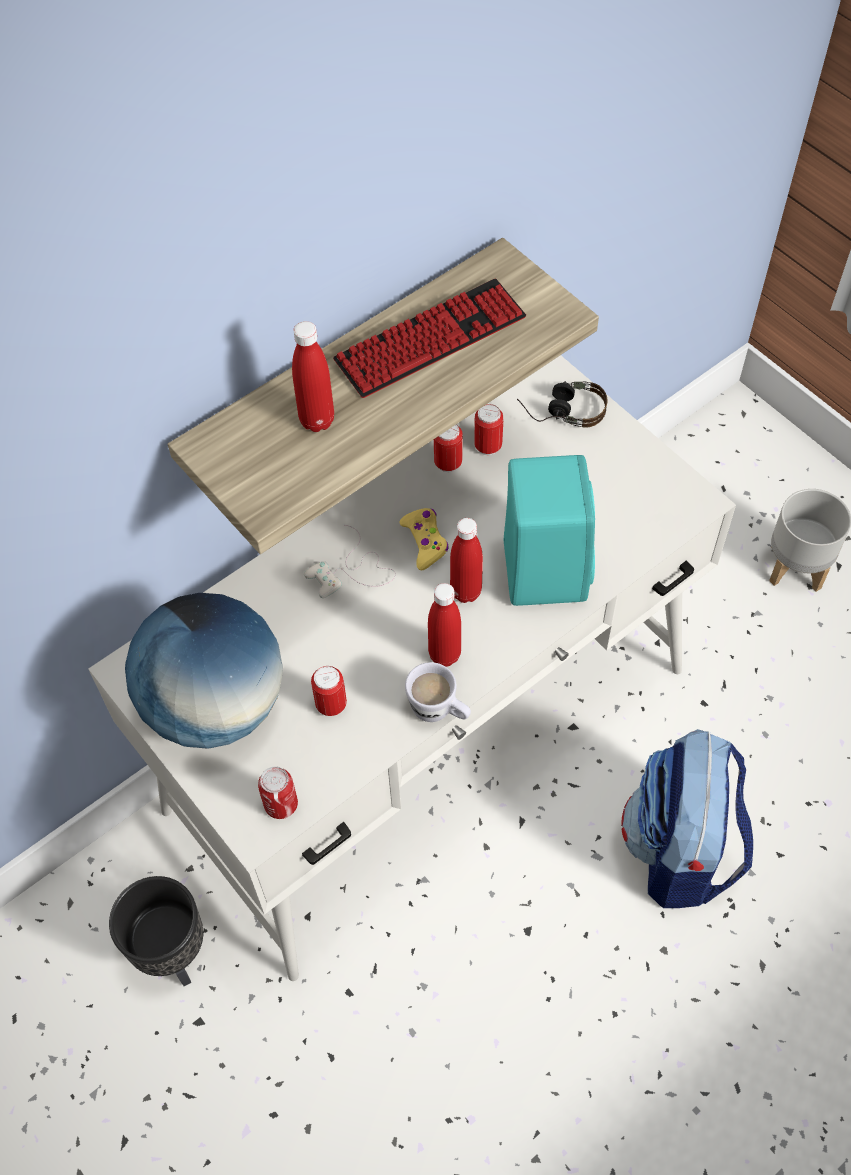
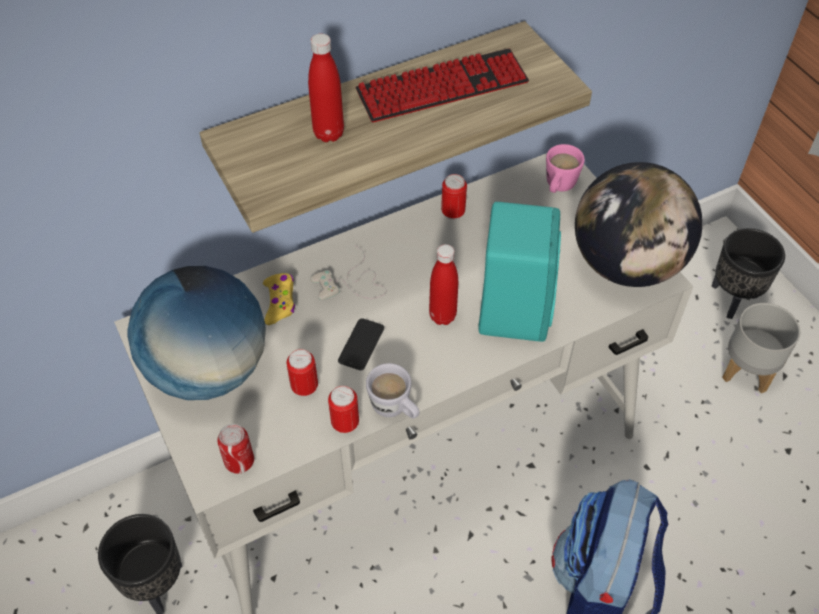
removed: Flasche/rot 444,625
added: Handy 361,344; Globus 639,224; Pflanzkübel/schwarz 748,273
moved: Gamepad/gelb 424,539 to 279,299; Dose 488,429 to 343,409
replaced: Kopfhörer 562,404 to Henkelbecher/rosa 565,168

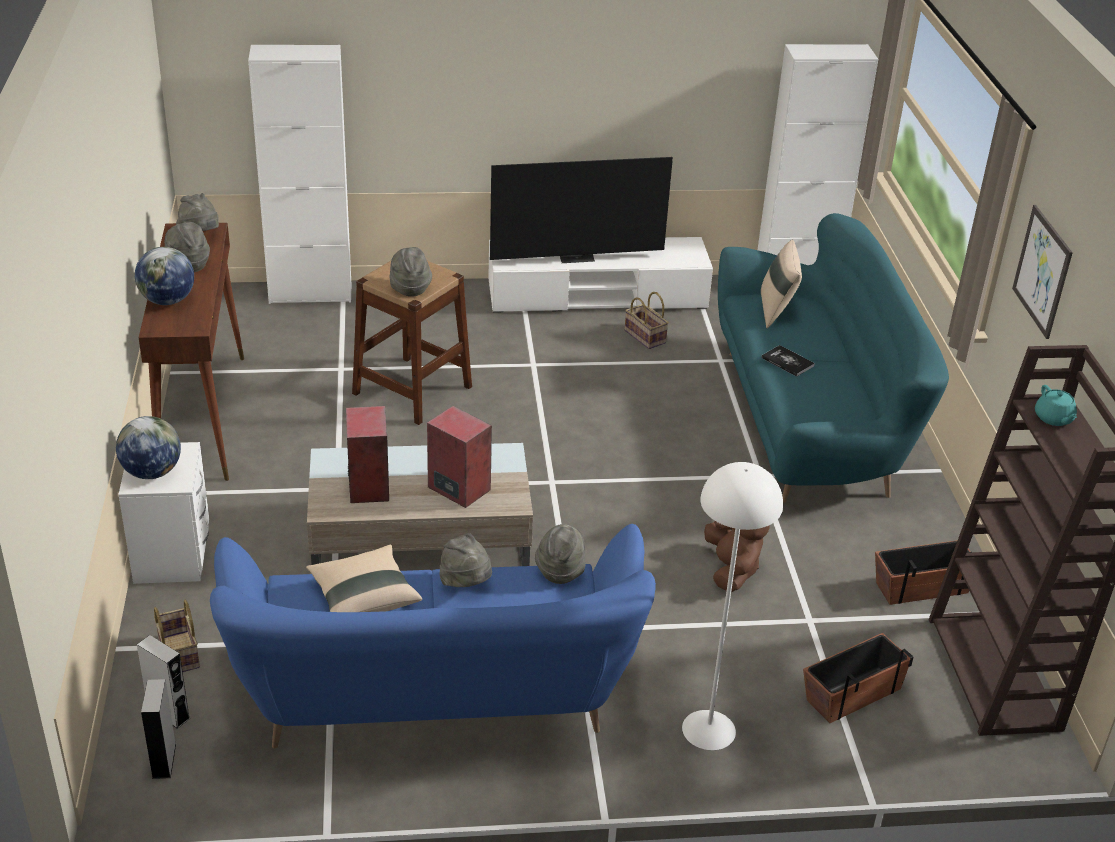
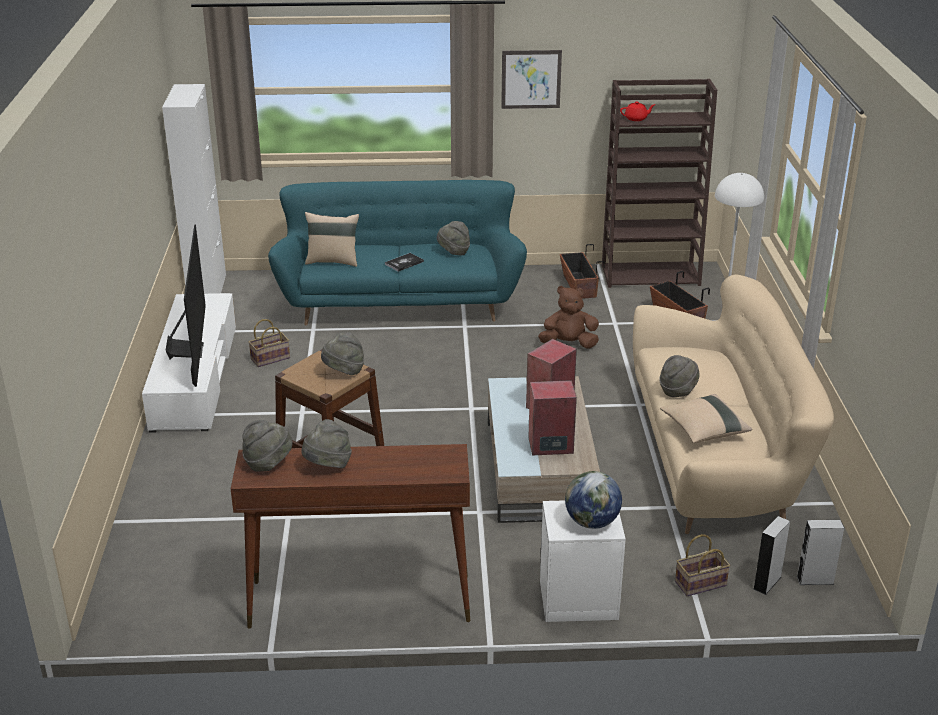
removed: Globus 164,276; Schrank/weiß 299,174
moved: Hut/grau 560,554 to 453,238
recoloured: Sofa/blau 433,636 to Sofa/beige 733,404; Teekanne/türkis 1056,405 to Teekanne/rot 637,111

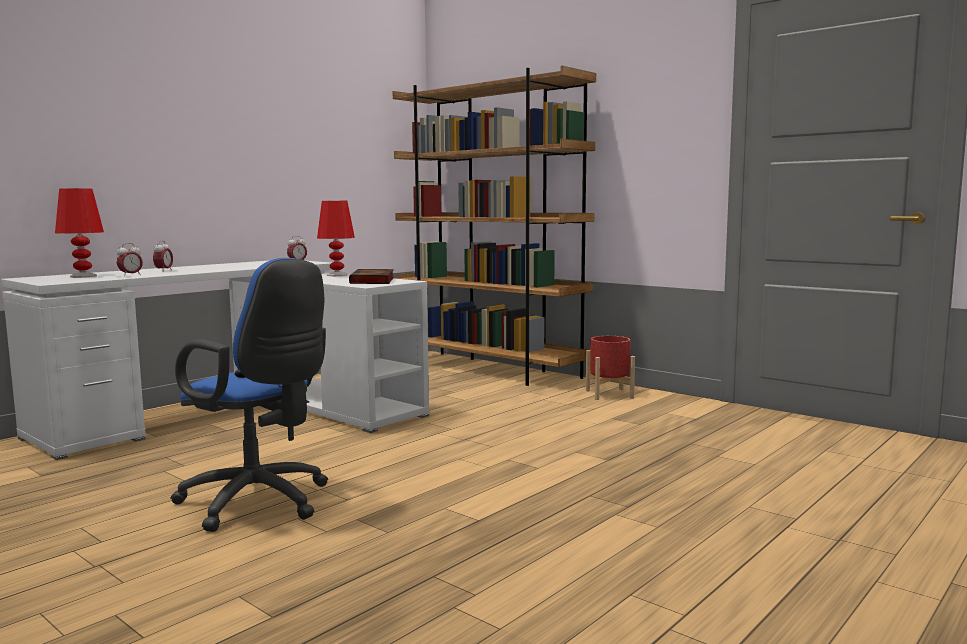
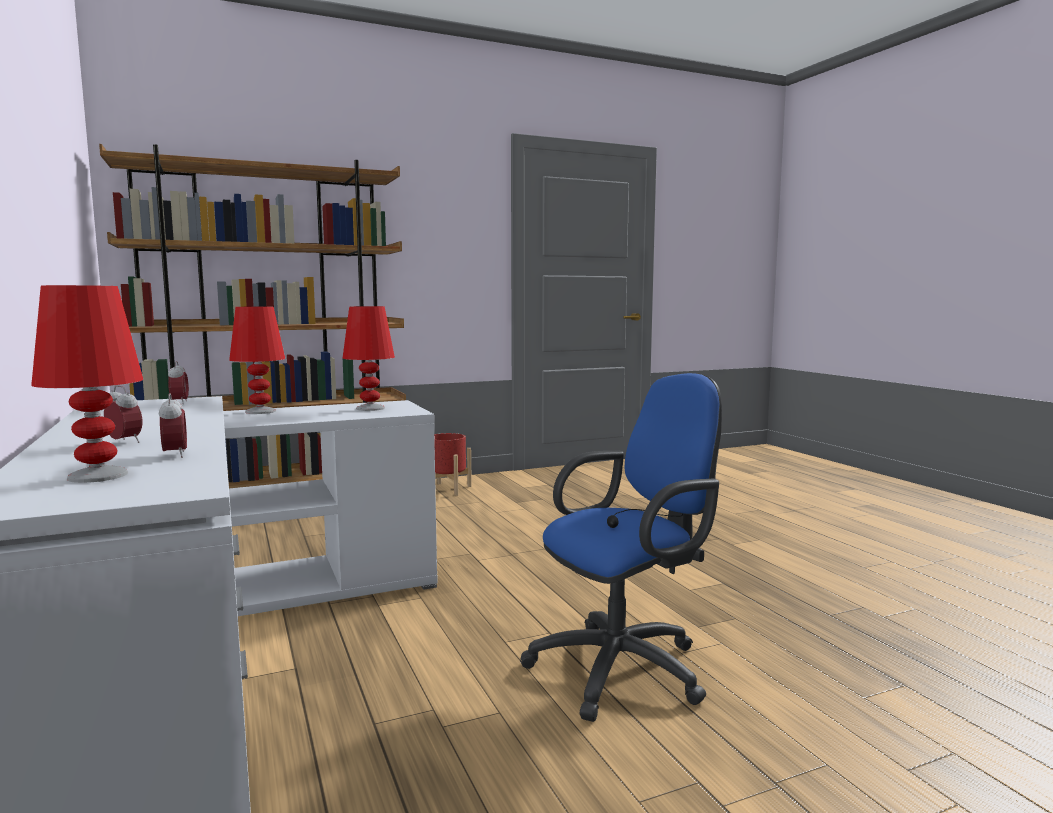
replaced: Buch 371,276 to Tischlampe/rot 368,358

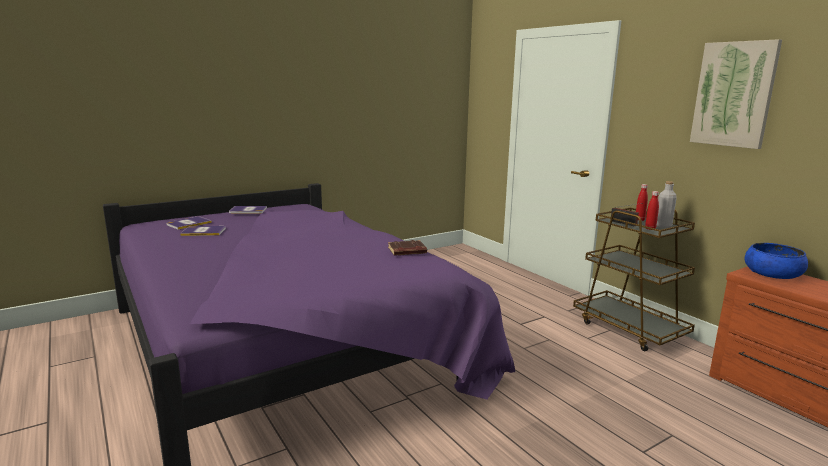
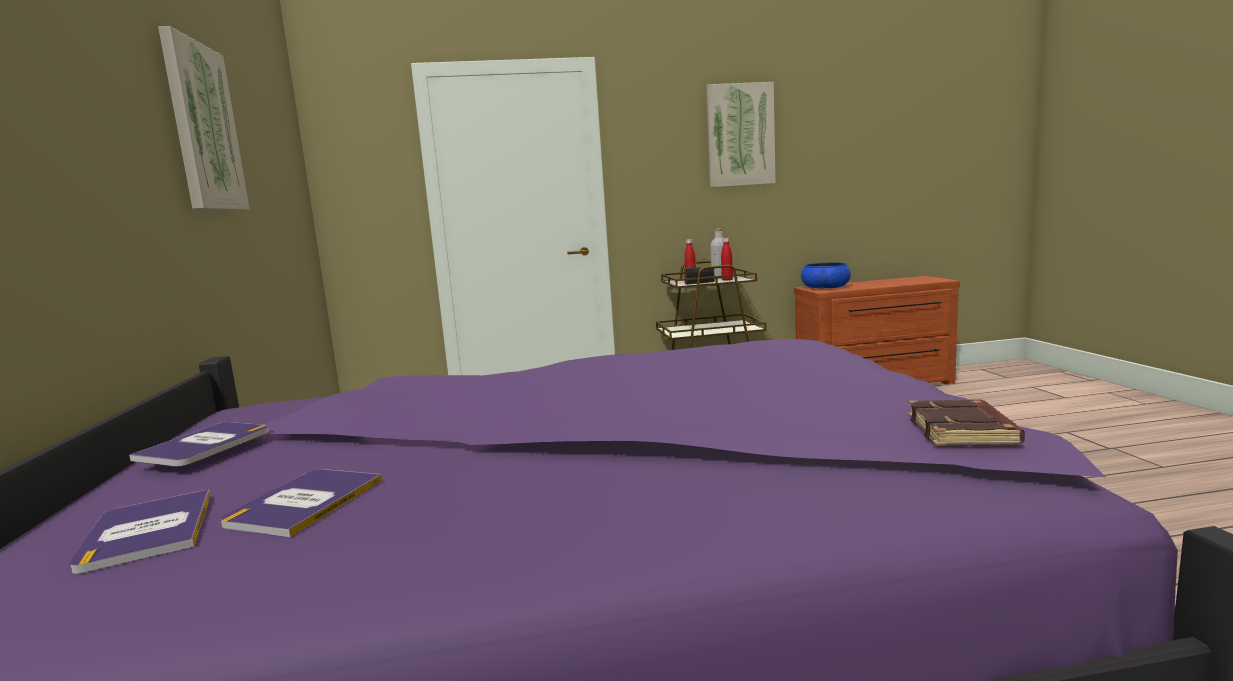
added: Bild 204,118
moved: Buch/braun 407,248 to 966,422

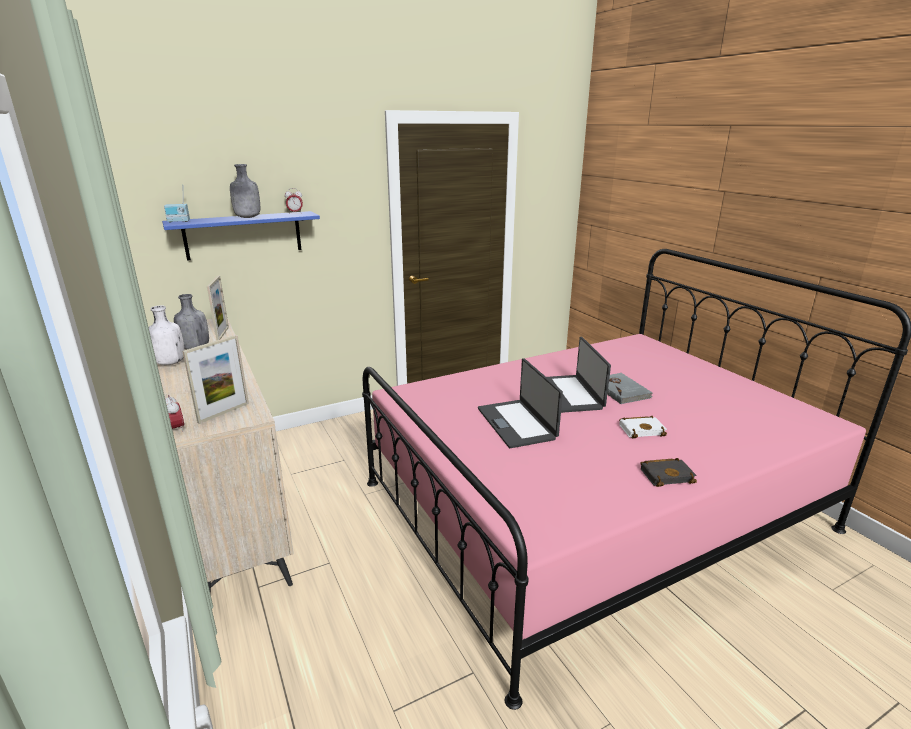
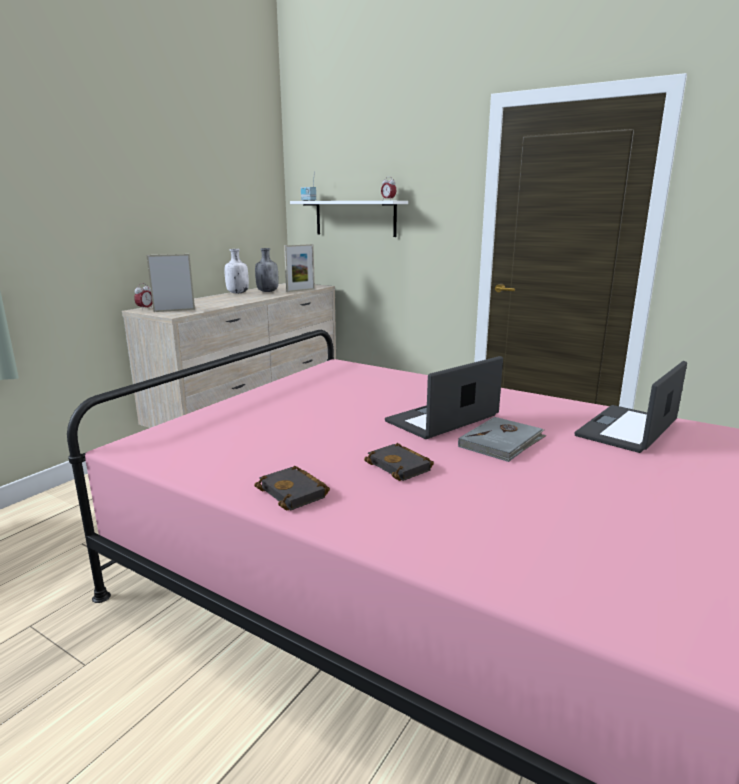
removed: Flasche/grau 245,191
moved: Laptop 520,403 to 631,407
recoloured: Wandregal/blau 241,236 to Wandregal/weiß 349,219; Buch/weiß 643,427 to Buch/schwarz 399,462
turned: Bilderrahmen 215,379 = 170,283 150 degrees clockwise

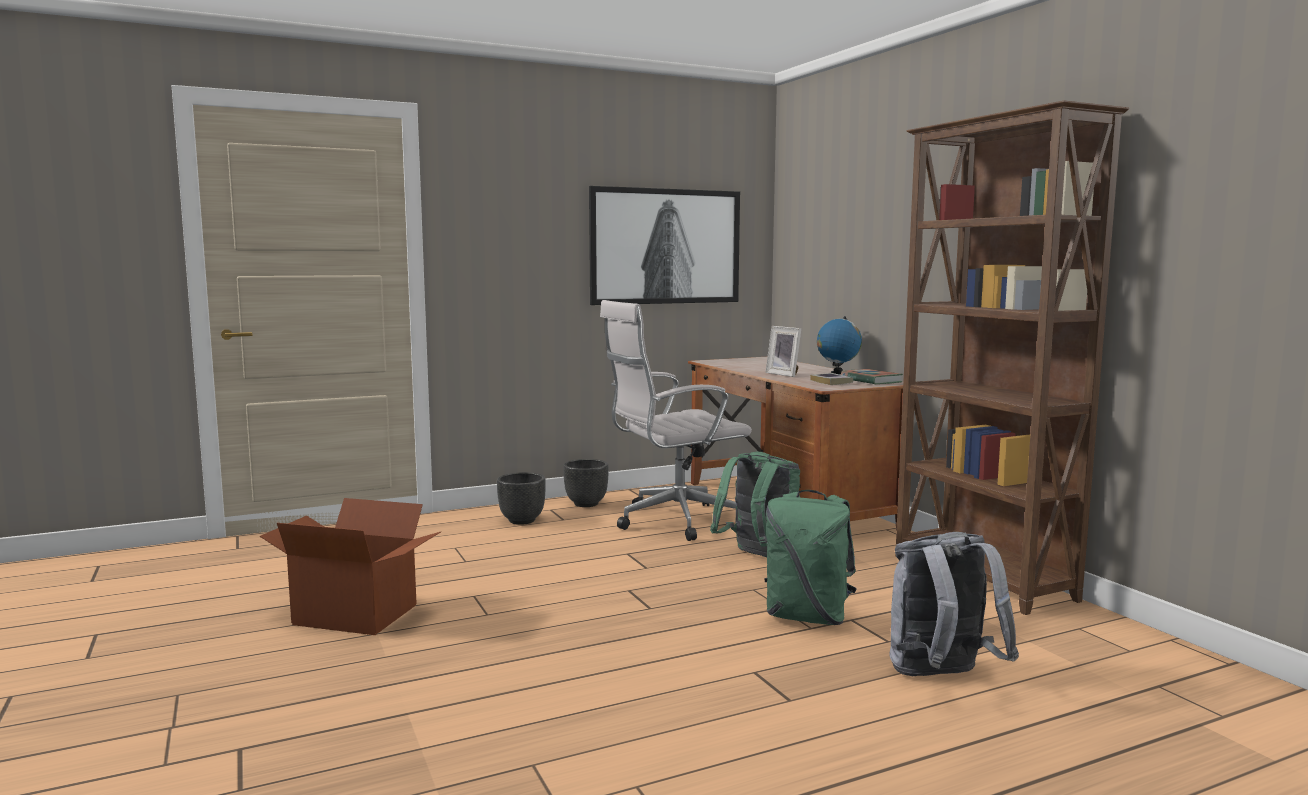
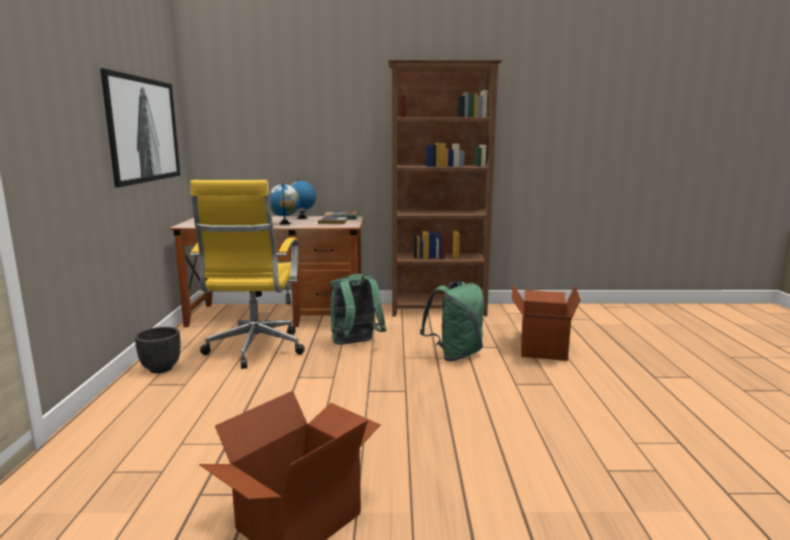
removed: Pflanzkübel/schwarz 521,498
replaced: Bilderrahmen 783,351 to Globus 284,203; Rucksack/grau 954,604 to Karton 546,322
recoloured: Bürostuhl/weiß 676,420 to Bürostuhl/gelb 247,274

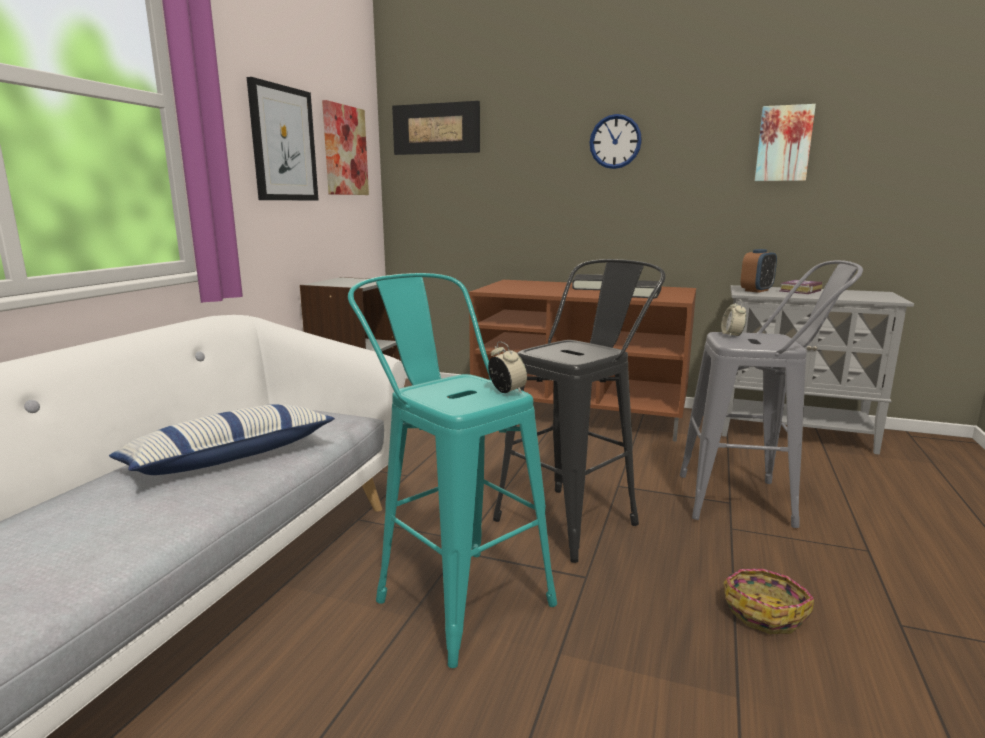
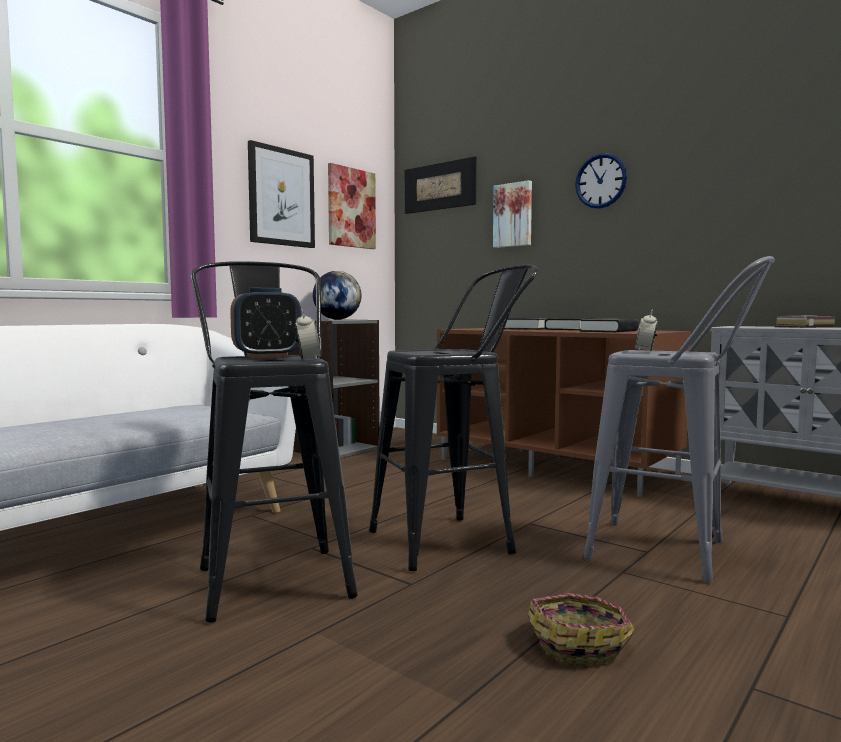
removed: Kissen 222,439
added: Globus 337,295; Buch/schwarz 526,324
moved: Wecker 759,271 to 265,323; Bild 785,142 to 512,214
recoloured: Hocker/türkis 452,470 to Hocker/schwarz 274,441

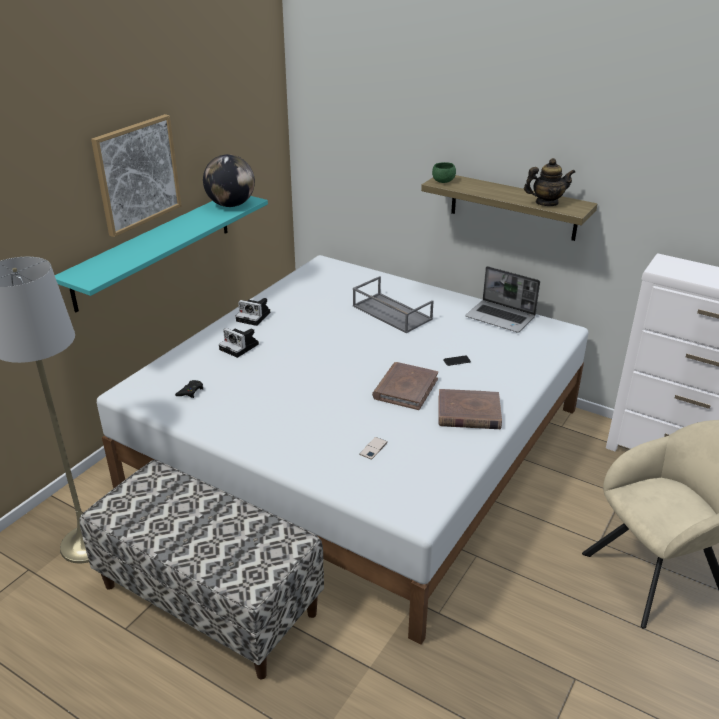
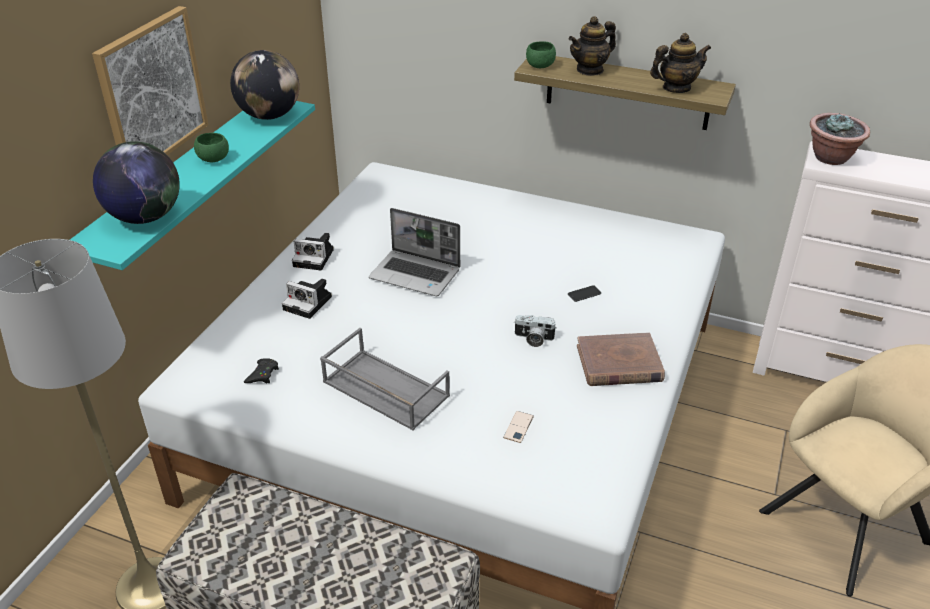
added: Globus 136,182; Schüssel/grün 211,147; Teekanne 592,46; Topfpflanze 840,139
moved: Tablett/grau 393,304 to 385,379; Laptop 502,299 to 414,252
replaced: Buch/braun 405,386 to Kamera 535,331

